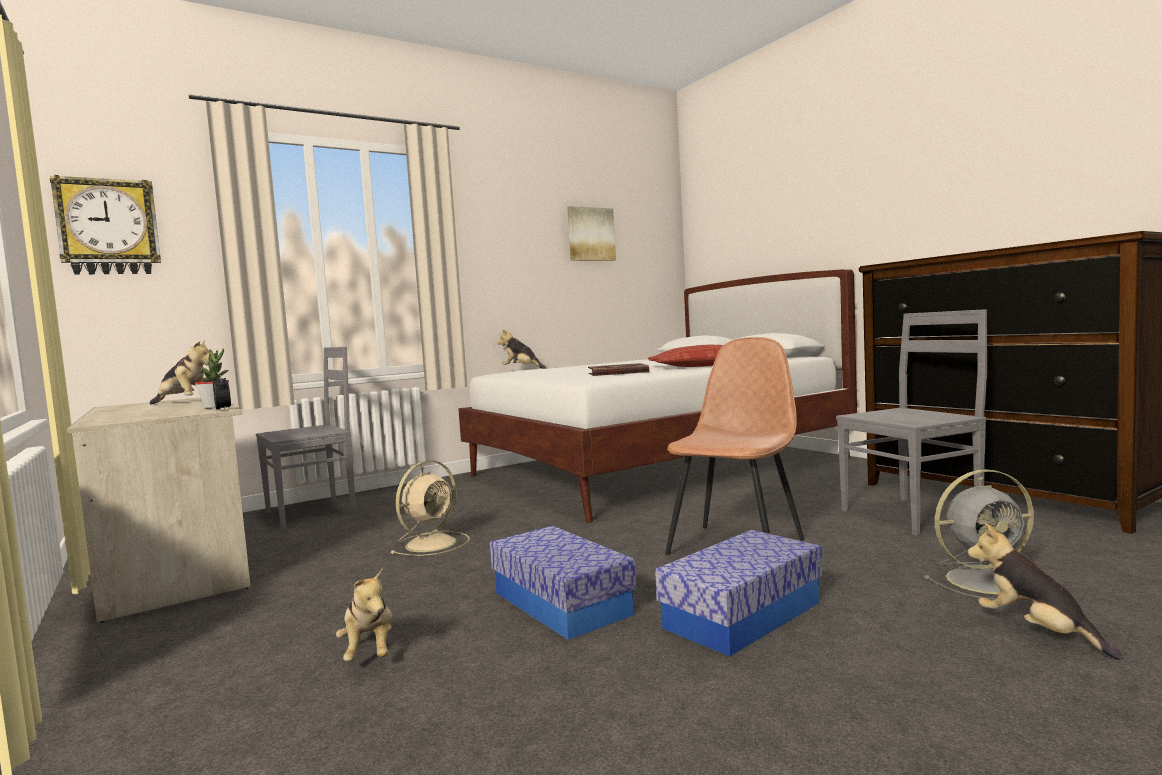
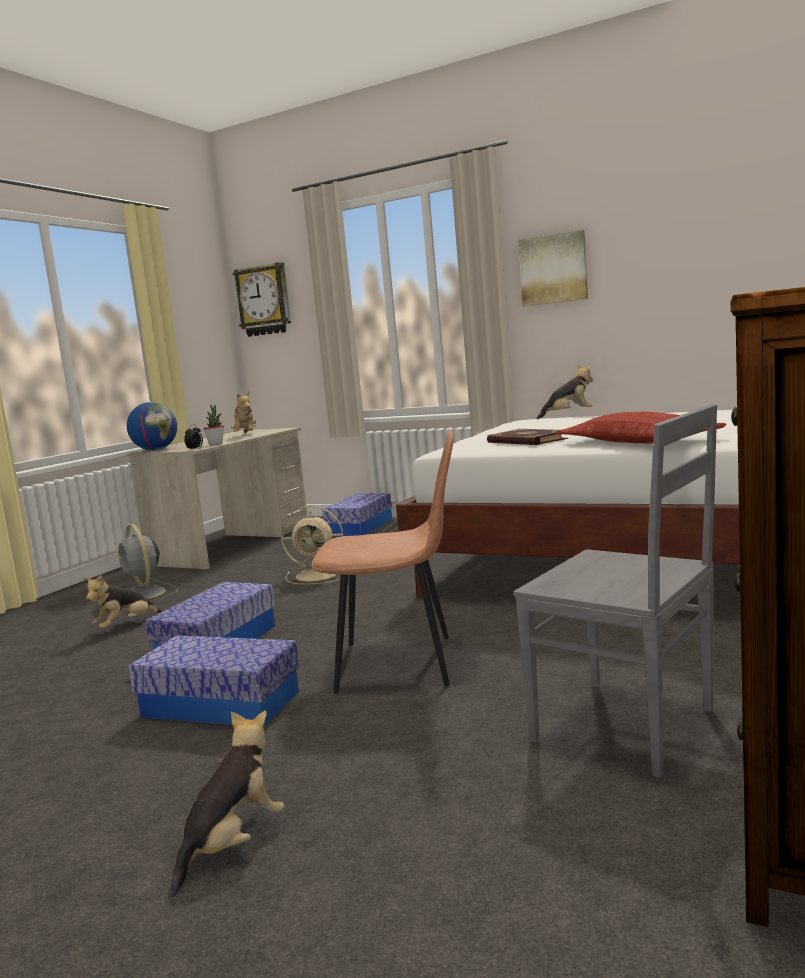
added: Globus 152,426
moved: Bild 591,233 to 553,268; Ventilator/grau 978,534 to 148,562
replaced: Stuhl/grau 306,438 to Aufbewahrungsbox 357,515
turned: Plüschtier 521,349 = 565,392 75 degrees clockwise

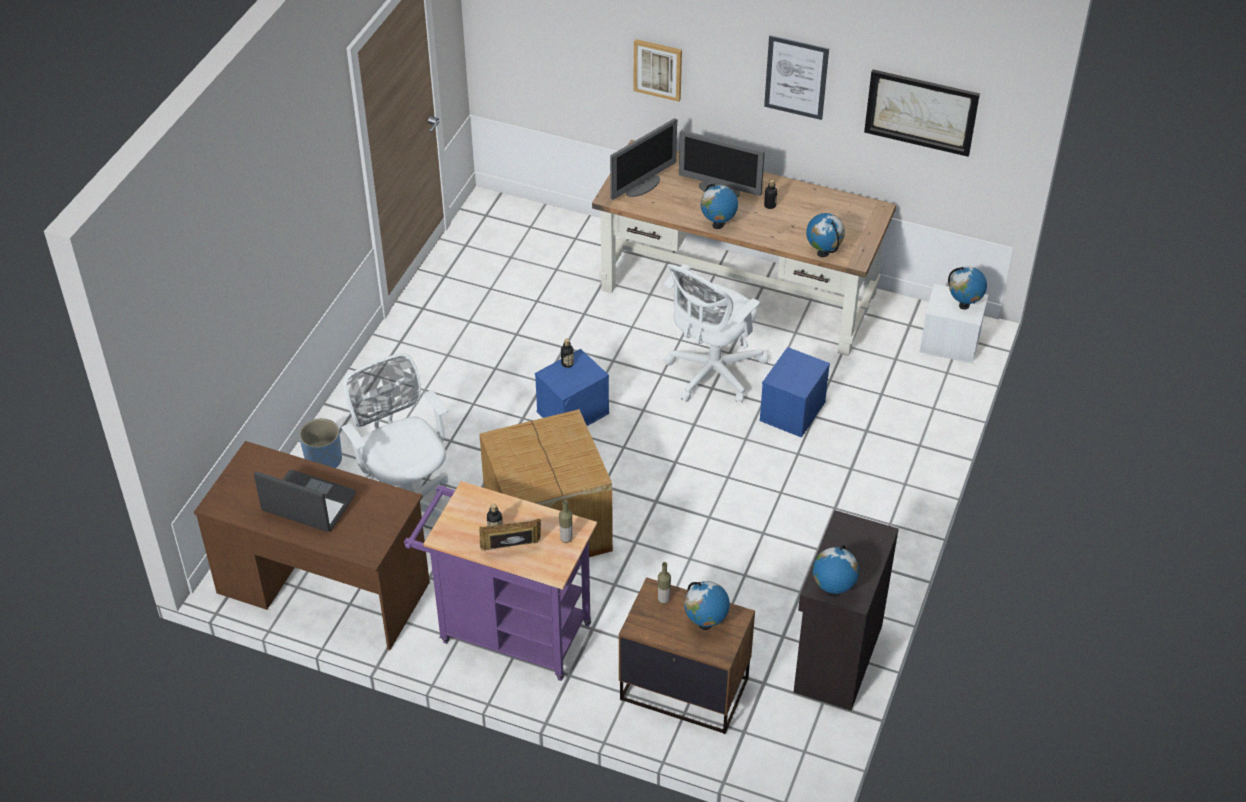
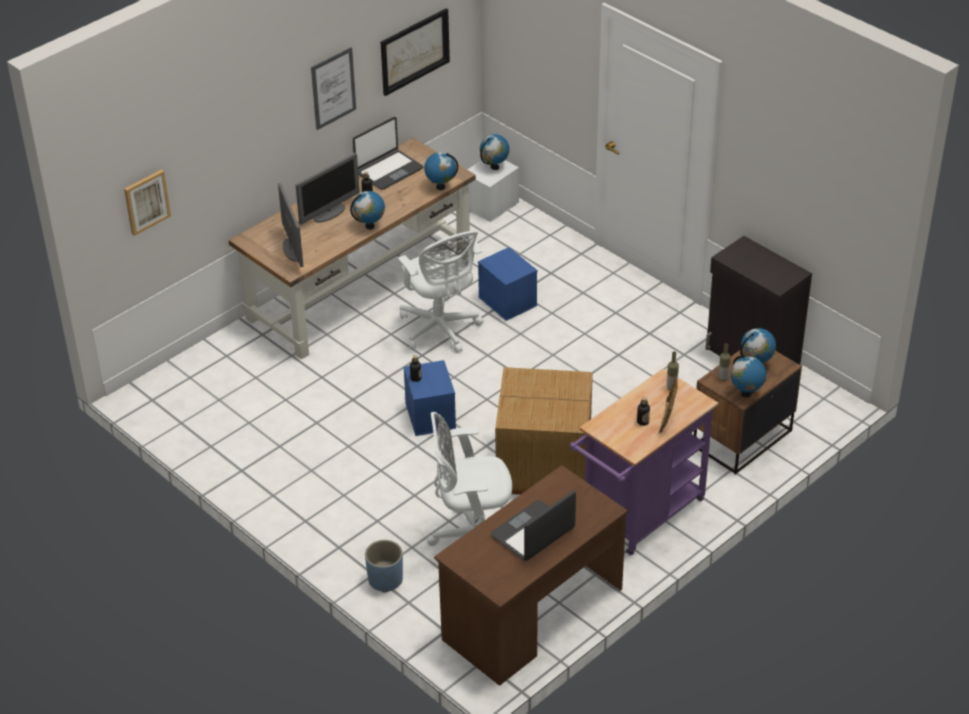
added: Laptop 388,153
moved: Bild 658,70 to 147,202; Globus 836,571 to 748,376

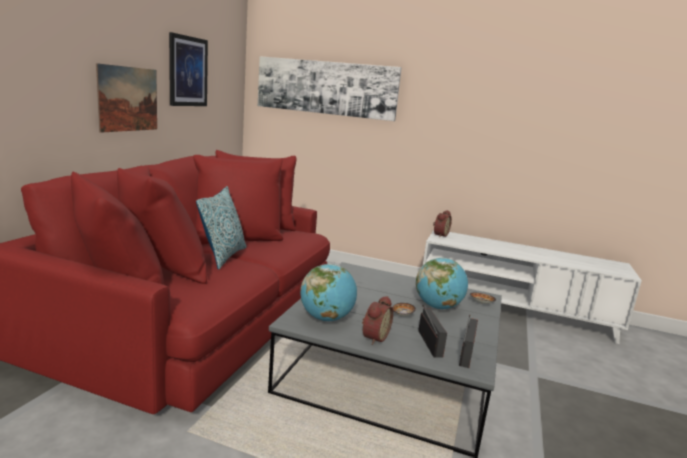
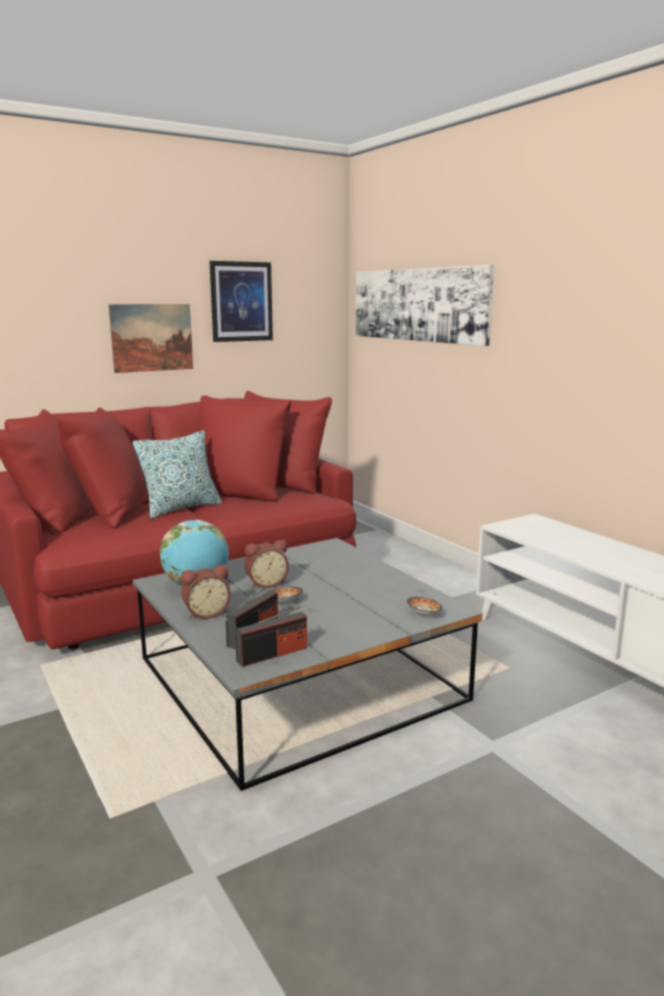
removed: Globus 442,283
moved: Wecker 442,224 to 266,564

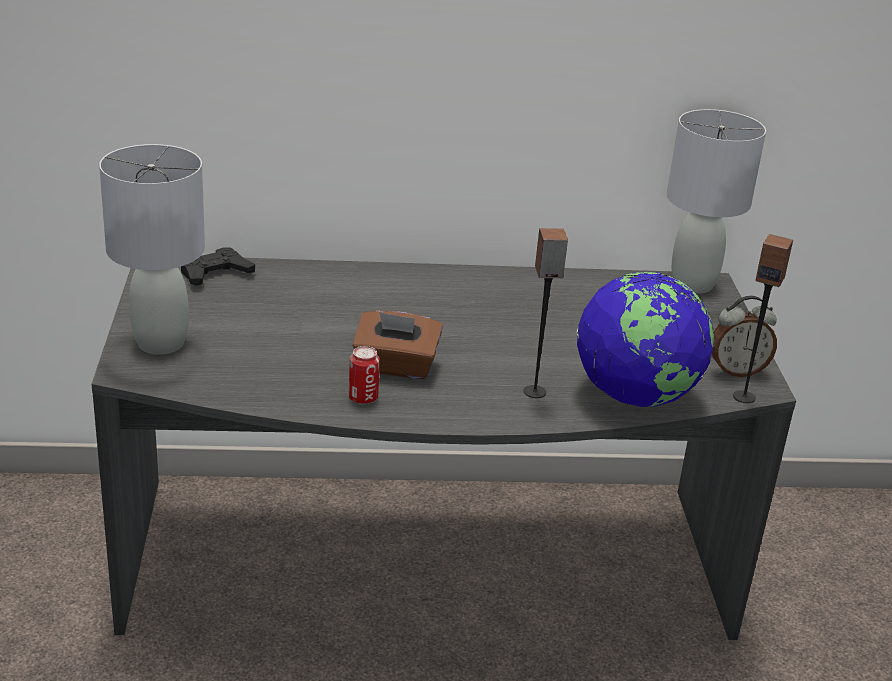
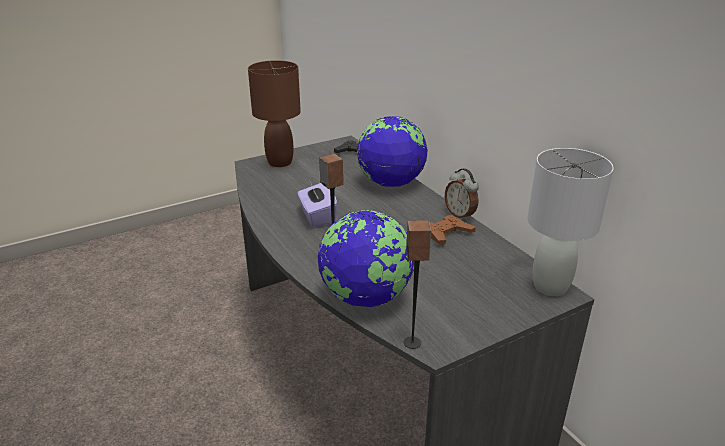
removed: Dose 364,375
added: Globus 392,151; Gamepad/braun 453,230
moved: Wecker 744,336 to 462,194
recoloured: Tischlampe/grau 152,249 to Tischlampe/braun 274,113; Taschentuchbox/braun 397,345 to Taschentuchbox/lila 317,204

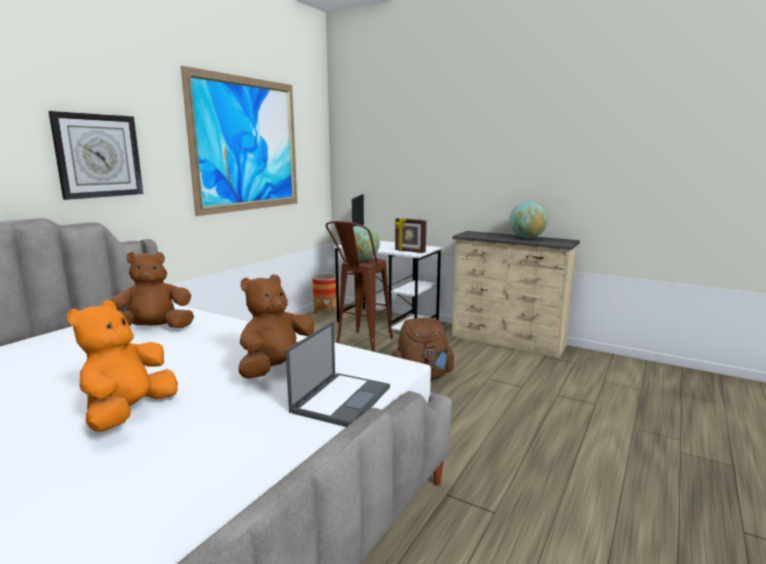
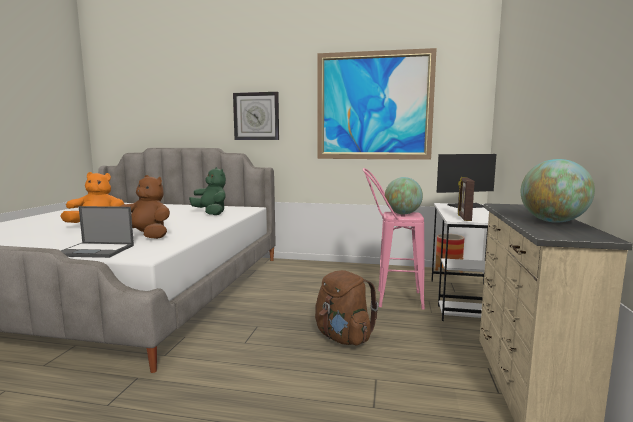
recoloured: Plüschtier/braun 152,290 to Plüschtier/grün 207,191; Hocker/braun 359,286 to Hocker/rosa 394,239

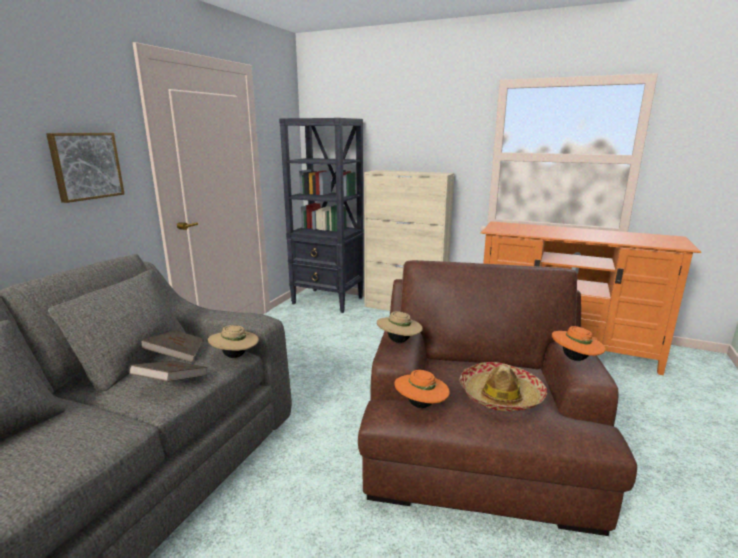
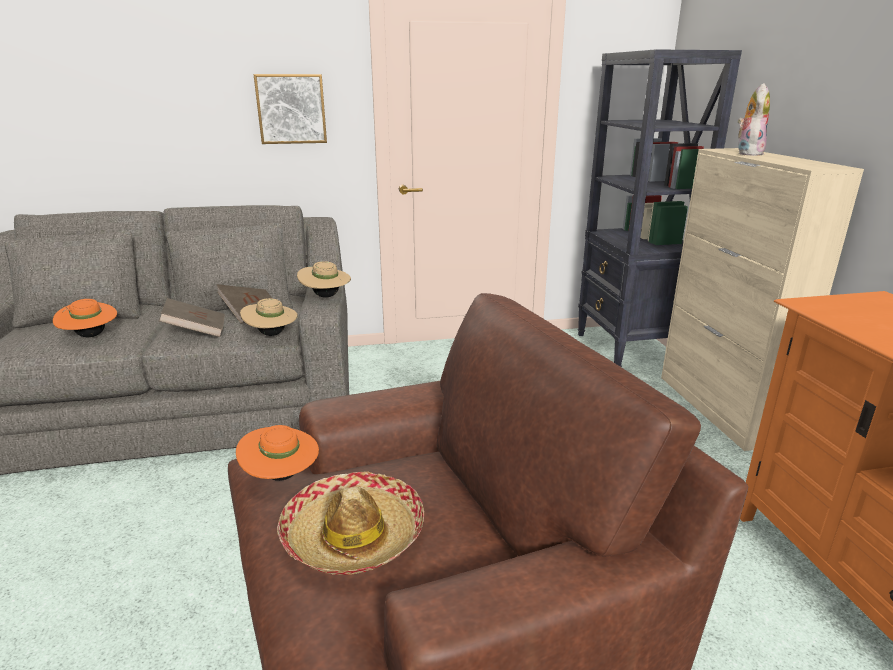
added: Plüschtier 754,119
moved: Hut/beige 400,327 to 324,279; Hut/orange 579,343 to 85,318

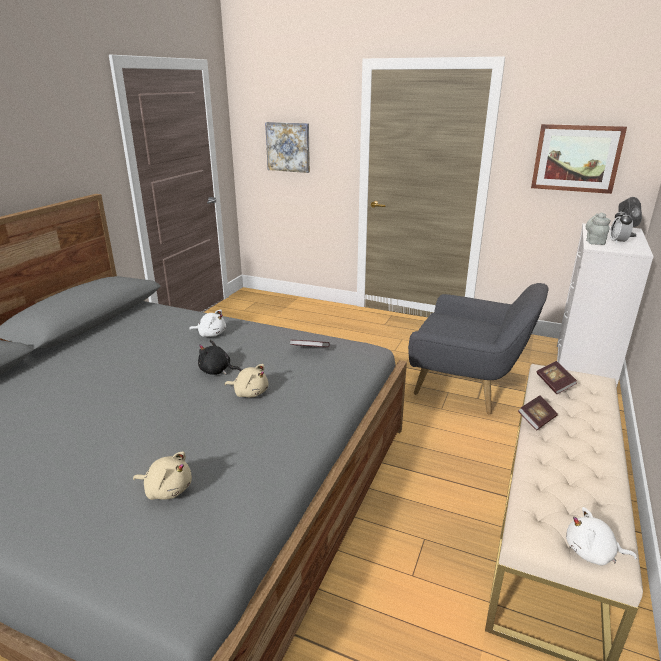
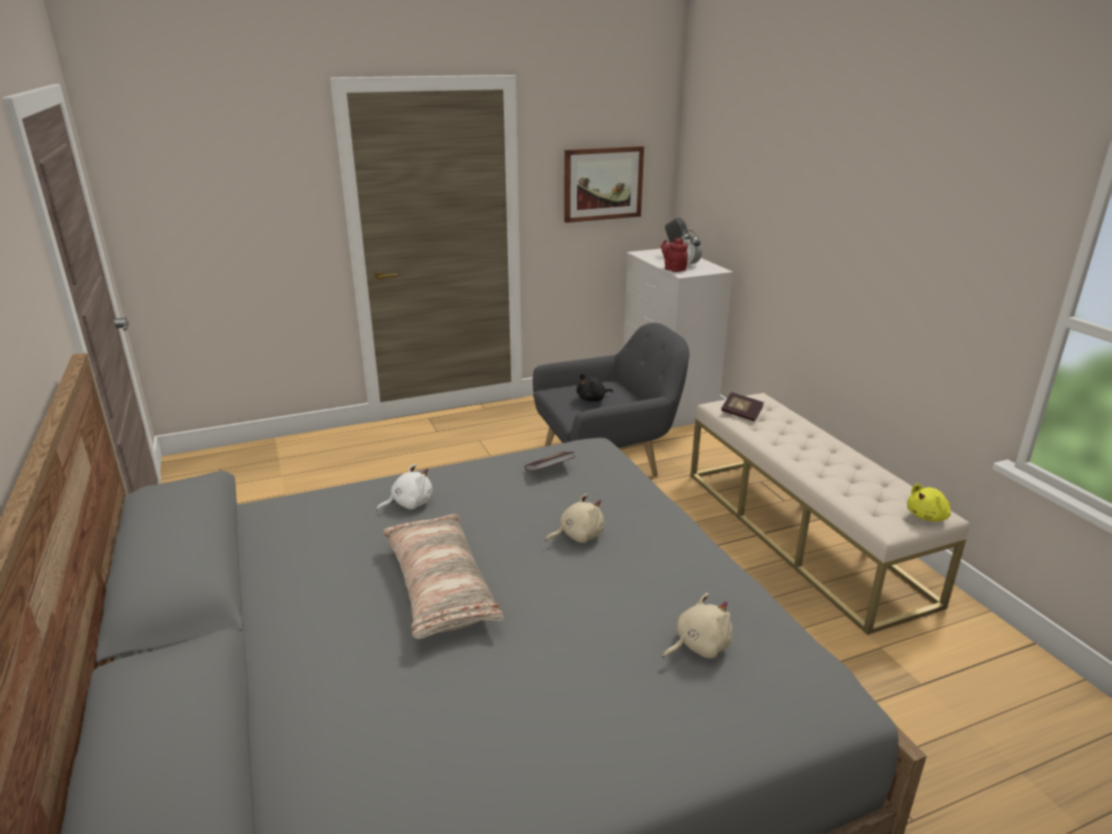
removed: Bild 287,147; Buch 538,412
added: Kissen 443,576
moved: Plüschtier/schwarz 219,357 to 595,388
recoloured: Plüschtier/weiß 601,536 to Plüschtier/gelb 929,503; Teekanne/grau 598,228 to Teekanne/rot 674,255

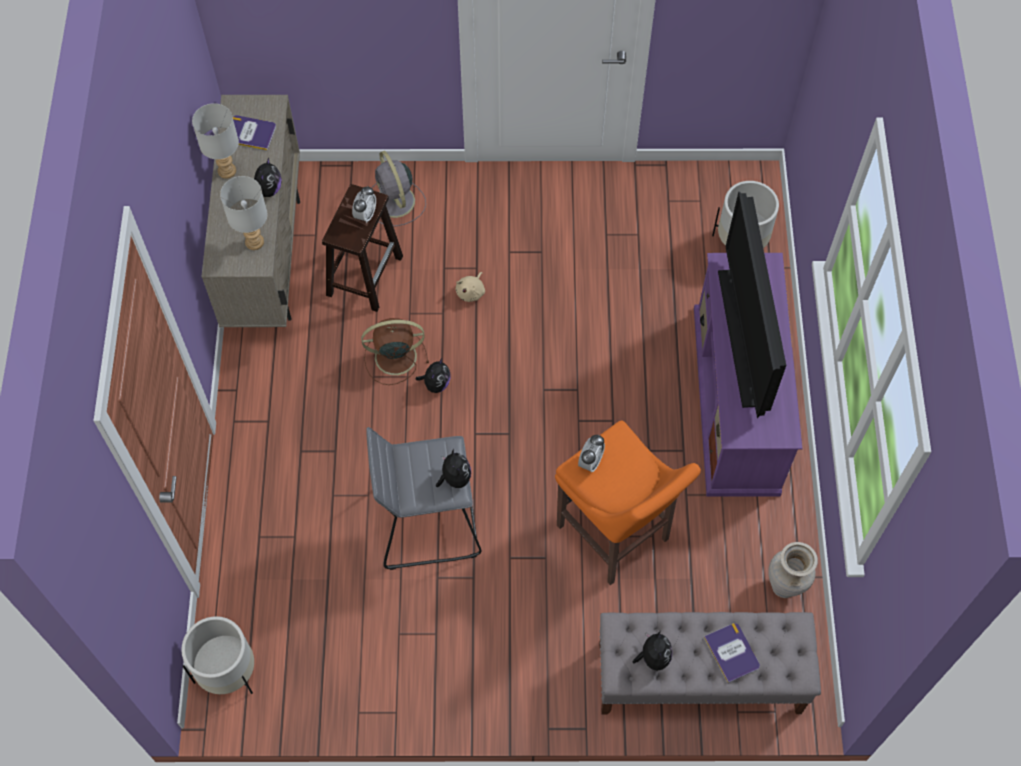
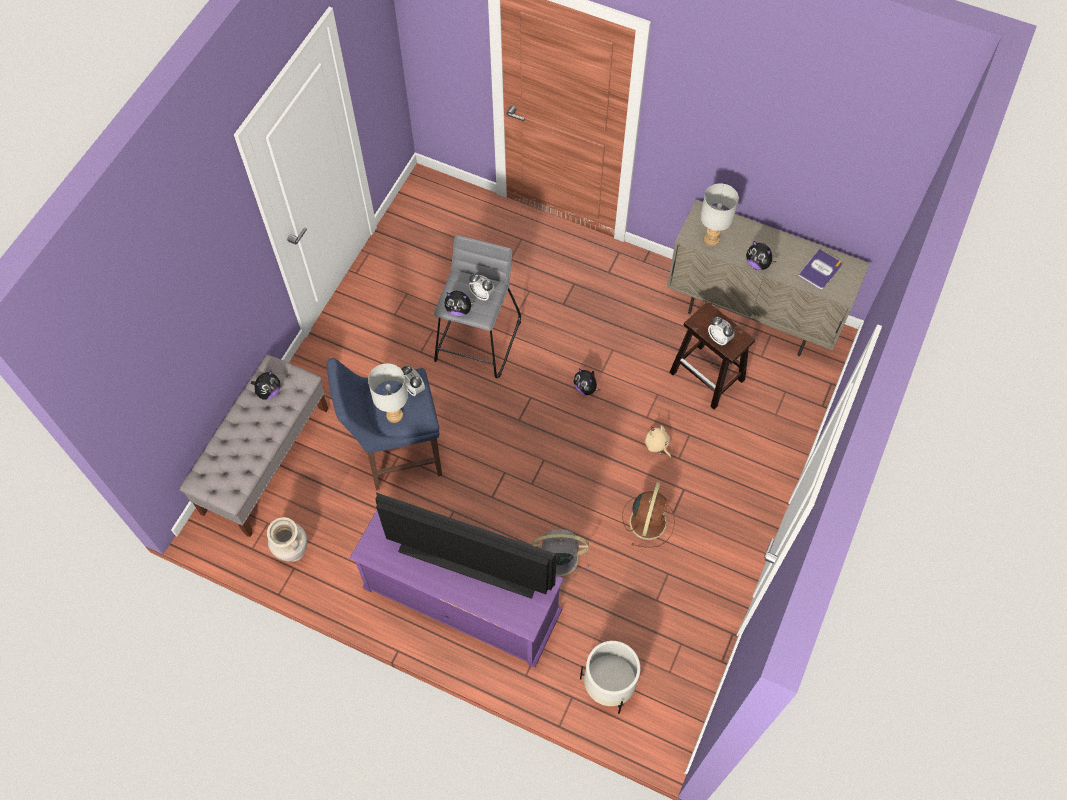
removed: Pflanzkübel/weiß 217,655; Buch 732,653
added: Wecker 482,287
moved: Tischlampe/grau 215,141 to 388,393; Ventilator/braun 395,351 to 648,515; Ventilator/grau 398,188 to 560,556
recoloured: Hocker/orange 628,502 to Hocker/blau 384,424
turned: Plüschtier 652,651 = 265,385 75 degrees counterclockwise

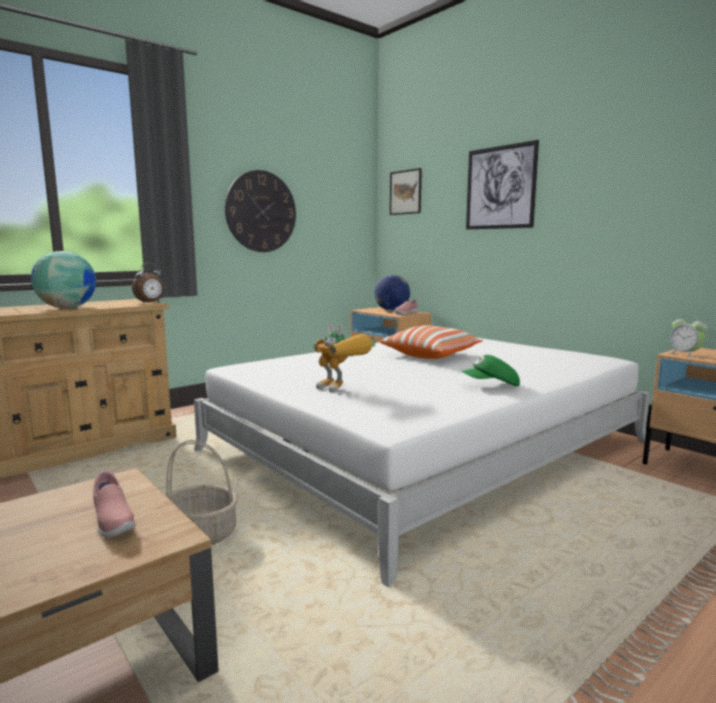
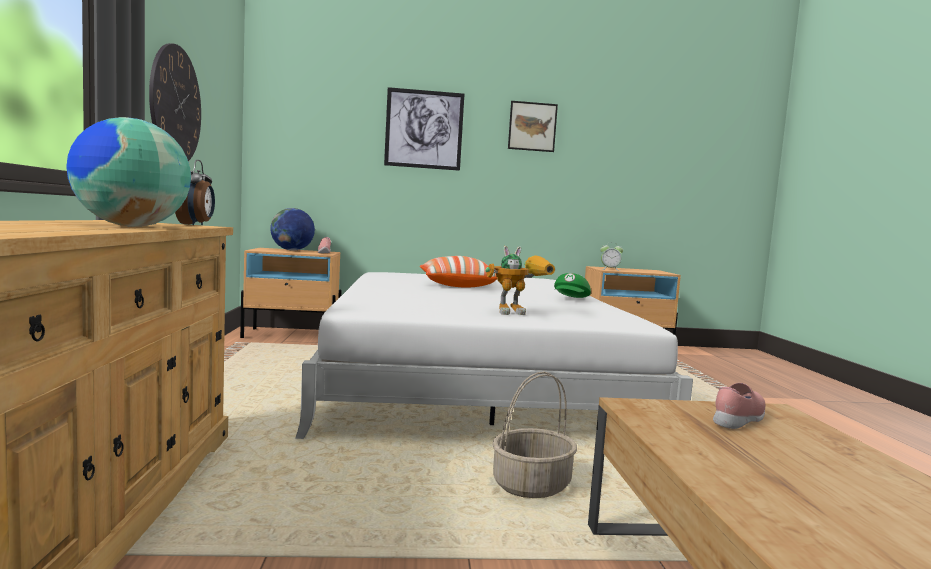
moved: Bild 406,191 to 533,126
turned: Schuh/rosa 114,504 = 739,406 45 degrees counterclockwise

